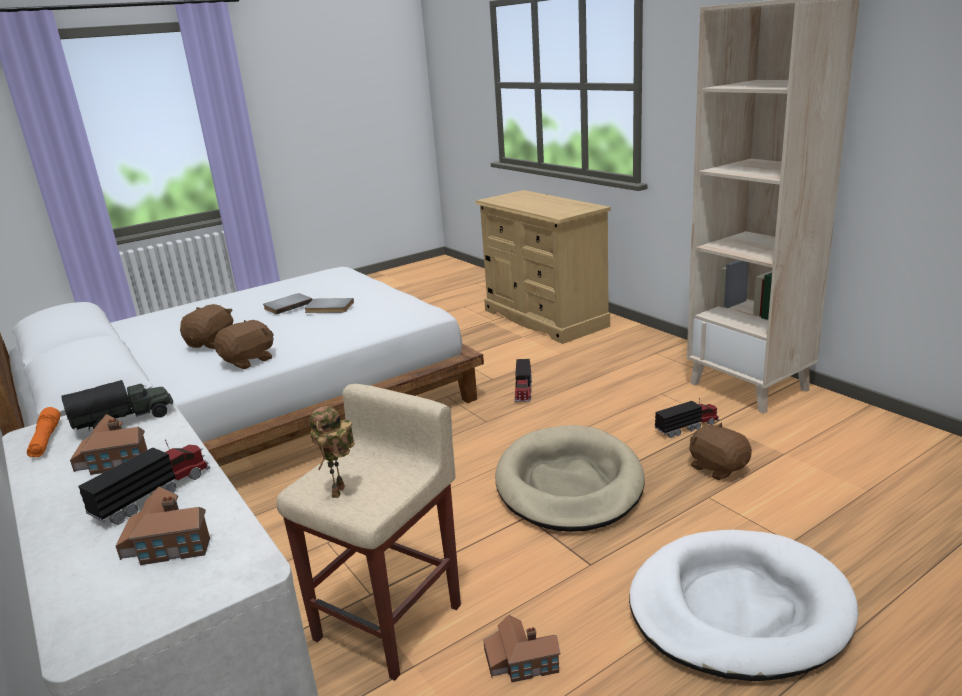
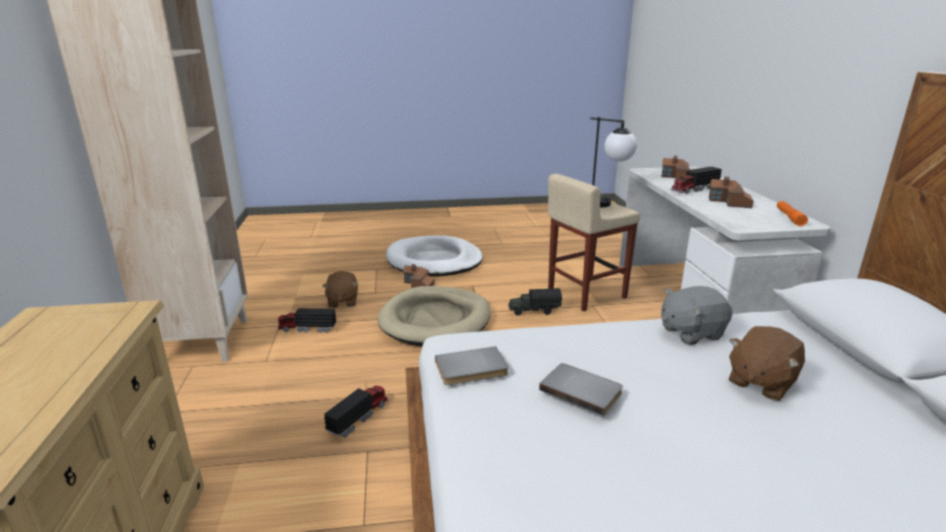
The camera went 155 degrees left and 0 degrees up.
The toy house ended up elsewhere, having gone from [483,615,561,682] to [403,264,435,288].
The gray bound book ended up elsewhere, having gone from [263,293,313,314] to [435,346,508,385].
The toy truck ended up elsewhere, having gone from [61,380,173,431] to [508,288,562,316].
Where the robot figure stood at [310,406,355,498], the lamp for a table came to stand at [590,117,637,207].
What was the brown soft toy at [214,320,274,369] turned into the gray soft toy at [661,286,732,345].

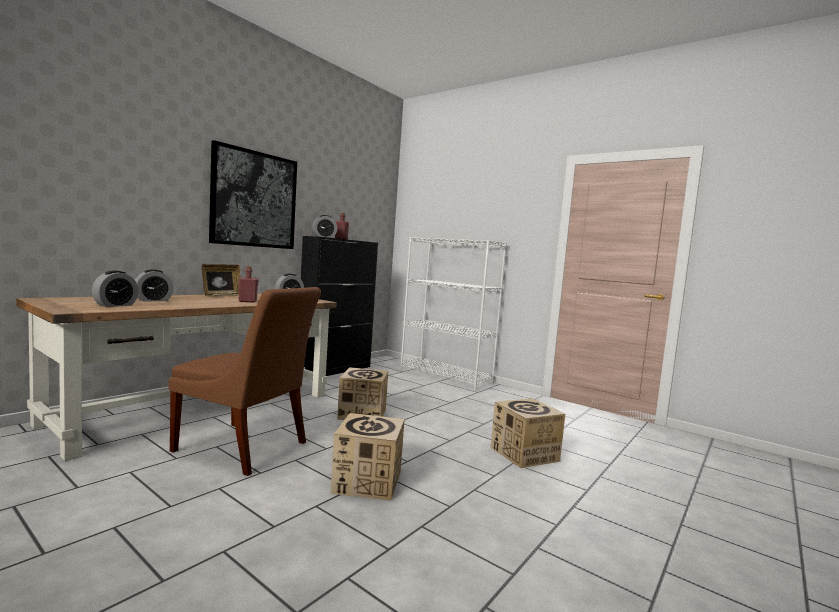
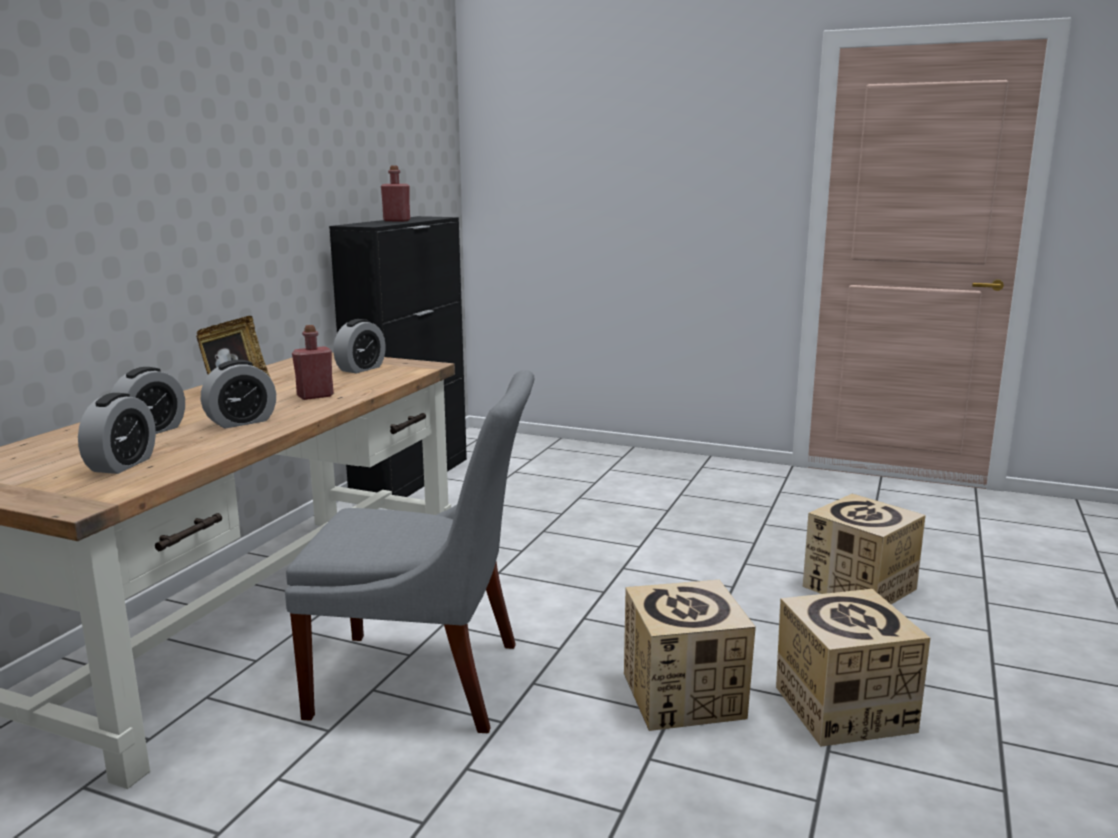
The camera went 15 degrees left and 10 degrees up.
The alarm clock ended up elsewhere, having gone from [312,215,337,238] to [201,360,276,429].
What was the brown chair at [169,287,321,476] turned into the gray chair at [285,370,535,733].
The cardboard box ended up elsewhere, having gone from [337,367,388,420] to [776,589,930,747].
The second view lost the wall picture at [209,140,297,249].
The second view lost the white-coloured bookcase at [400,237,507,390].

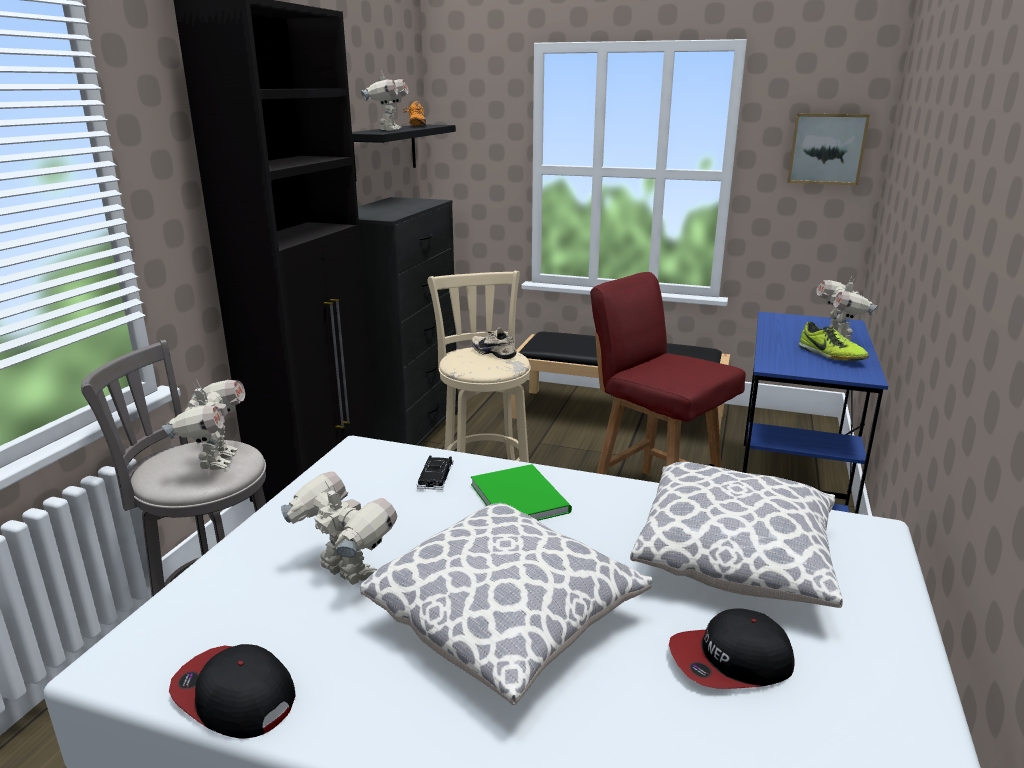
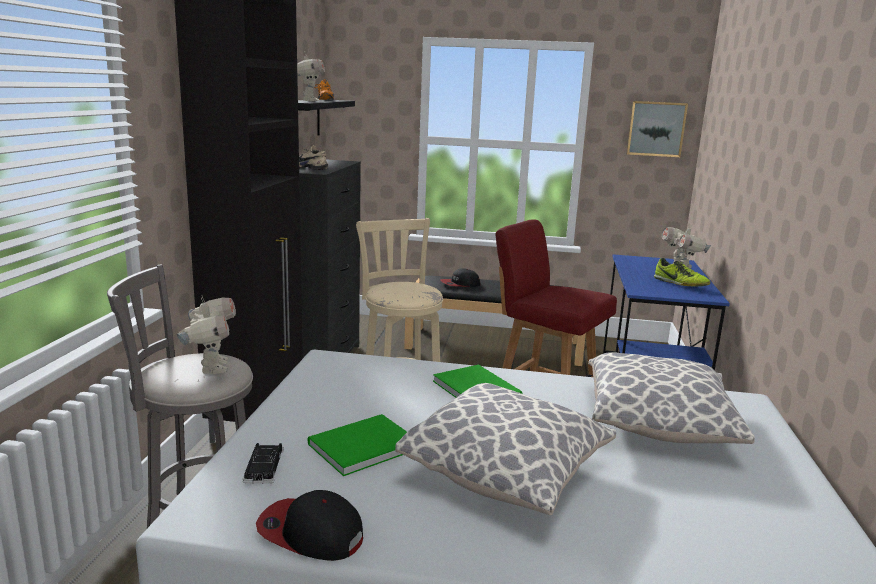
The camera went 10 degrees left and 5 degrees down.
The blackish miniature car ended up elsewhere, having gone from [417,455,453,490] to [243,443,284,484].
The beige item of footwear ended up elsewhere, having gone from [471,328,517,359] to [299,145,328,170].
Where the robot figure stood at [281,471,397,585], the green-coloured bound book came to stand at [308,414,407,476].
The peaked cap ended up elsewhere, having gone from [669,608,795,689] to [440,268,481,287].

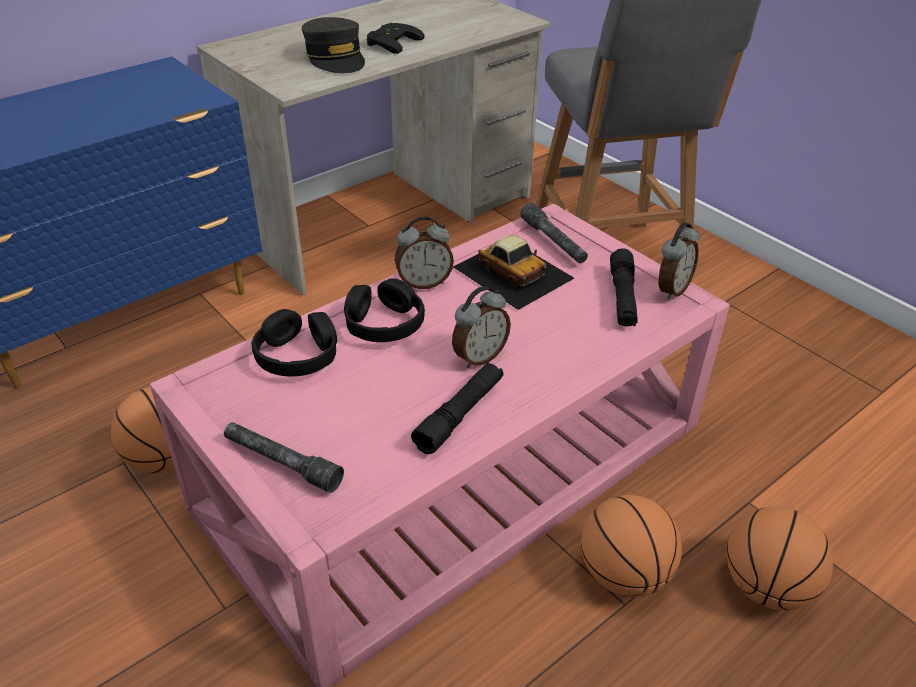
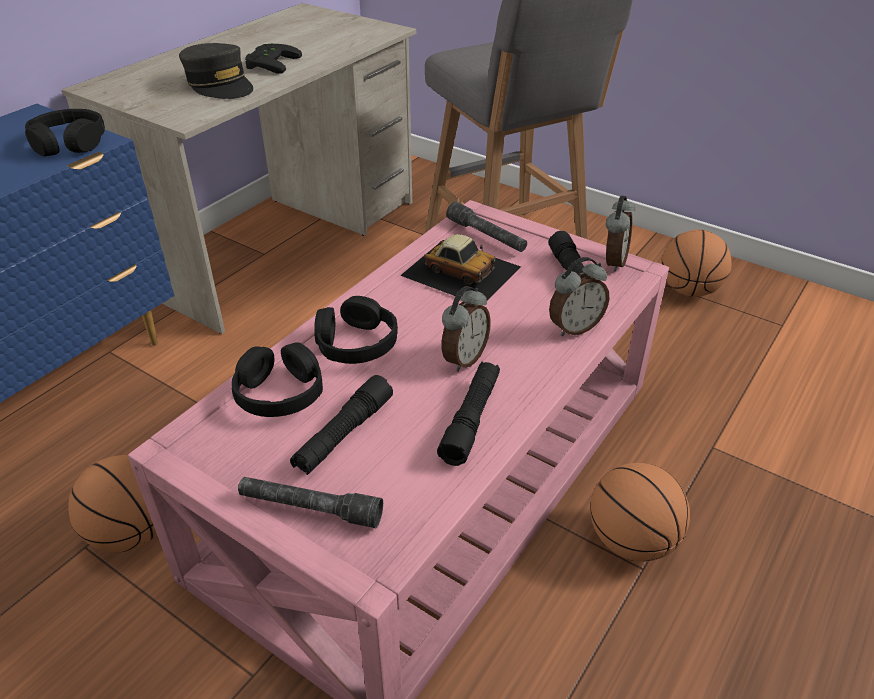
The camera went 15 degrees left and 0 degrees up.
The second view gained the blackish headset at [25,109,105,156].
The second view gained the blackish flashlight at [290,375,393,475].
The alarm clock ended up elsewhere, having gone from [395,217,454,289] to [549,257,609,336].
The ball for basketball ended up elsewhere, having gone from [727,507,833,610] to [662,230,732,297].

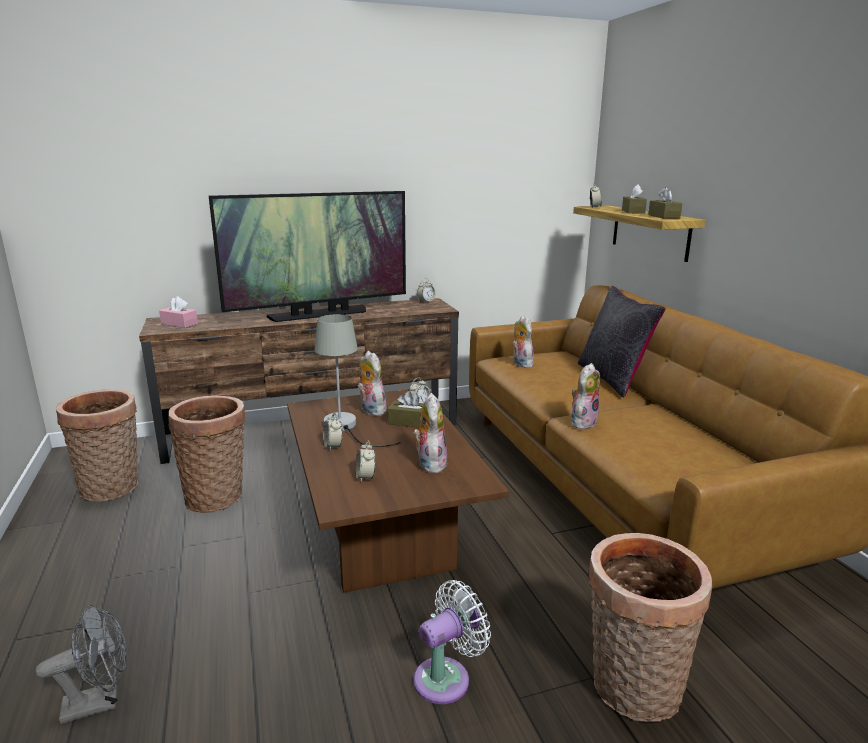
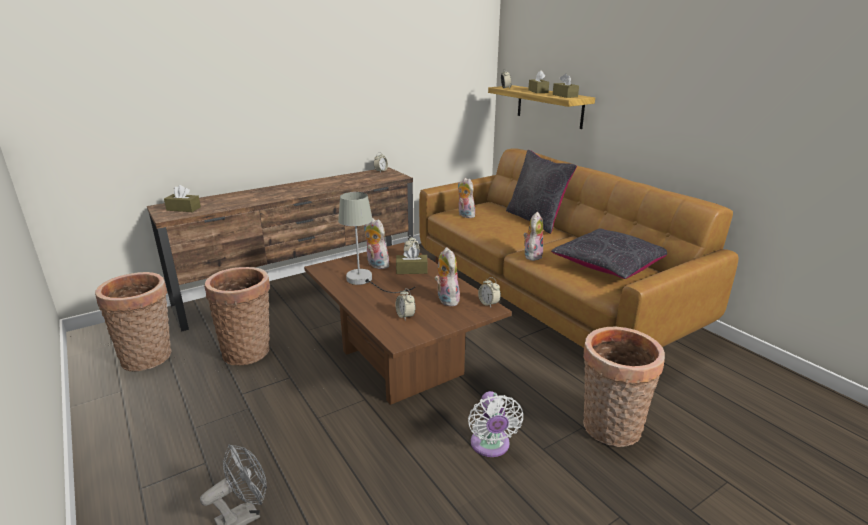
The camera went 15 degrees left and 5 degrees up.
What was the pink-coloured tissue holder at [159,296,198,328] turned into the brown tissue holder at [164,185,201,212].
The white-coloured electric fan at [414,580,491,704] ended up facing another way, 135 degrees clockwise from before.
The alarm clock ended up elsewhere, having gone from [323,413,343,451] to [478,277,501,307].
The second view gained the blackish cushion at [551,228,667,279].
The second view lost the TV at [209,191,406,322].

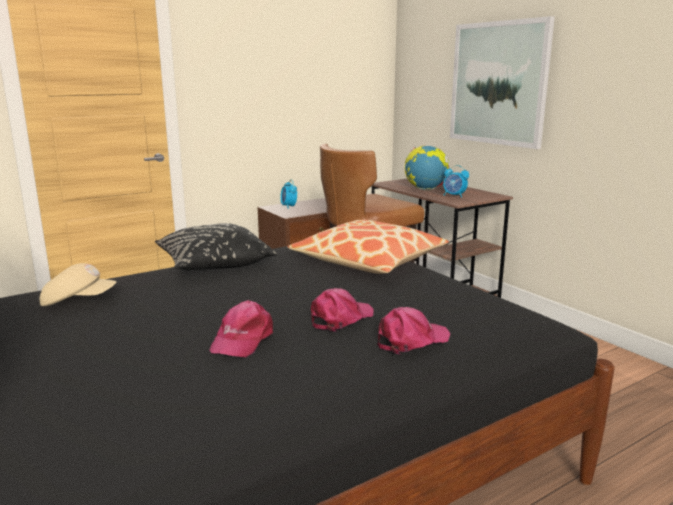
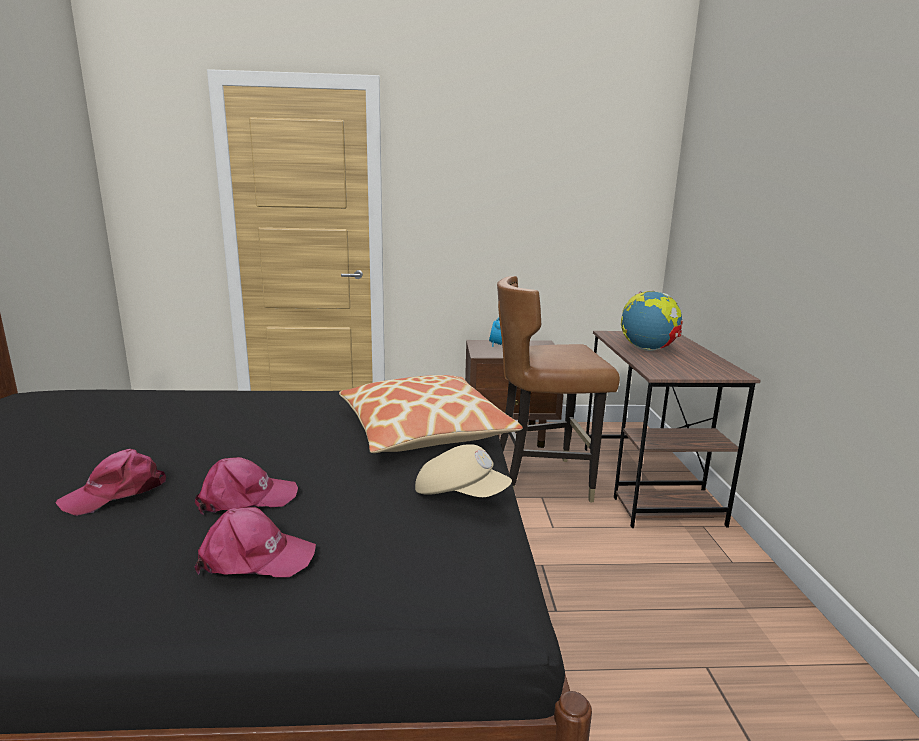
The camera went 30 degrees right and 0 degrees up.
The beige peaked cap ended up elsewhere, having gone from [40,263,116,306] to [415,444,512,497].
The second view lost the blackish cushion at [155,223,277,271].
The second view lost the alarm clock at [443,165,469,198].
The second view lost the wall picture at [450,16,555,149].

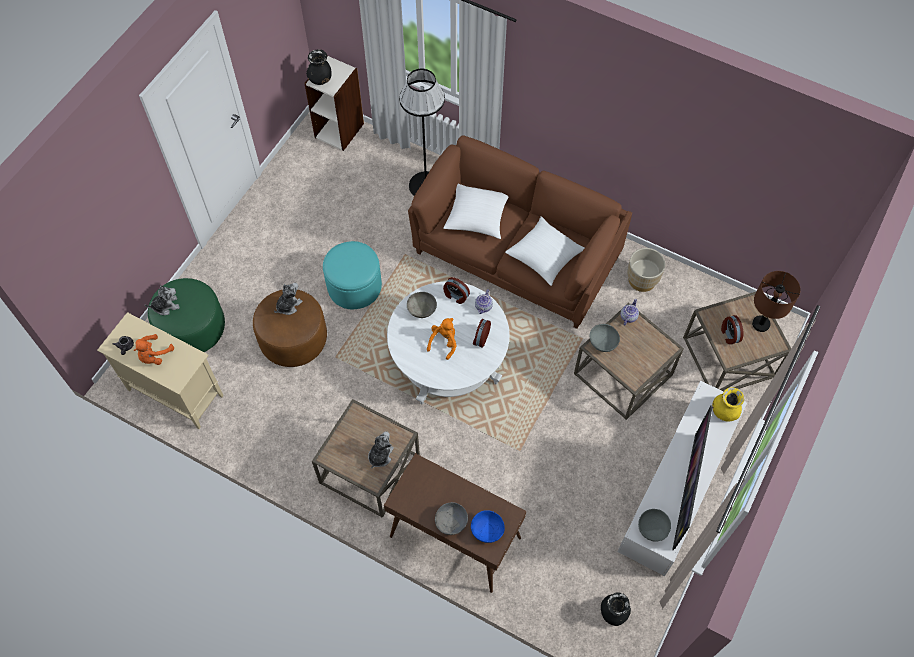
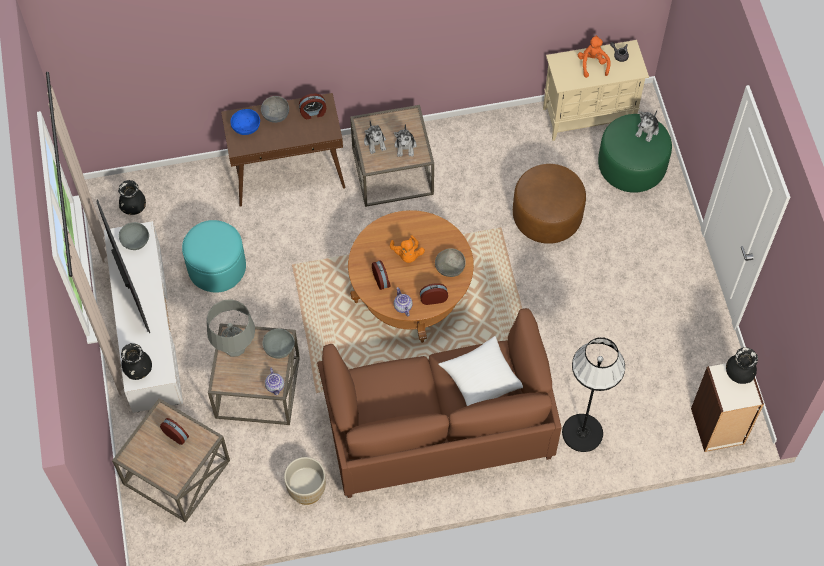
The camera went 140 degrees right and 0 degrees up.
What was the yellow-coloured decorative vase at [712,387,744,422] turned into the blackish decorative vase at [121,343,152,380].
The blue-green ottoman ended up elsewhere, having gone from [323,241,382,309] to [182,220,246,292].
The second view gained the gray lamp for a table at [207,300,255,357].
The second view gained the alarm clock at [299,93,326,119].
What was the white-coloured lounge table at [387,281,510,405] turned into the brown lounge table at [348,210,474,343].
The soft toy ended up elsewhere, having gone from [274,283,303,315] to [394,124,417,157].
The second view lost the white-coloured cushion at [505,216,585,286].
The second view lost the brown lamp for a table at [752,271,801,332].

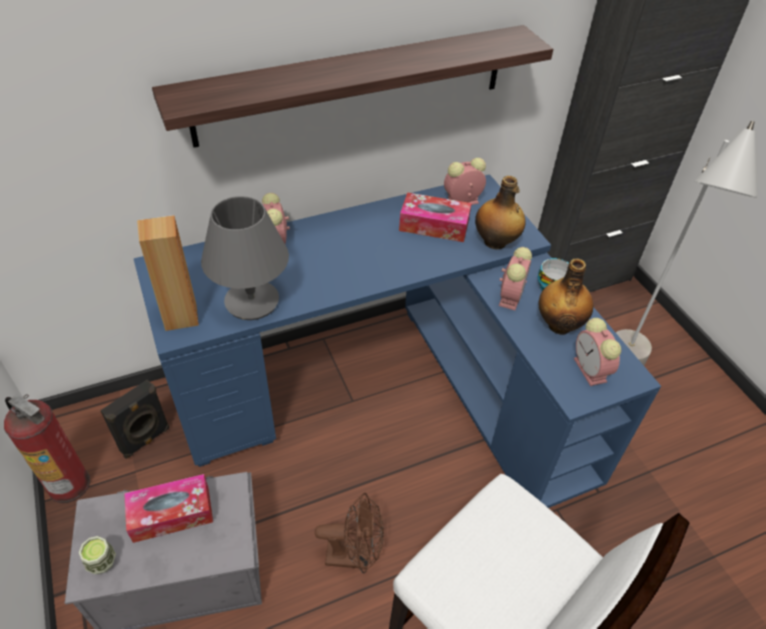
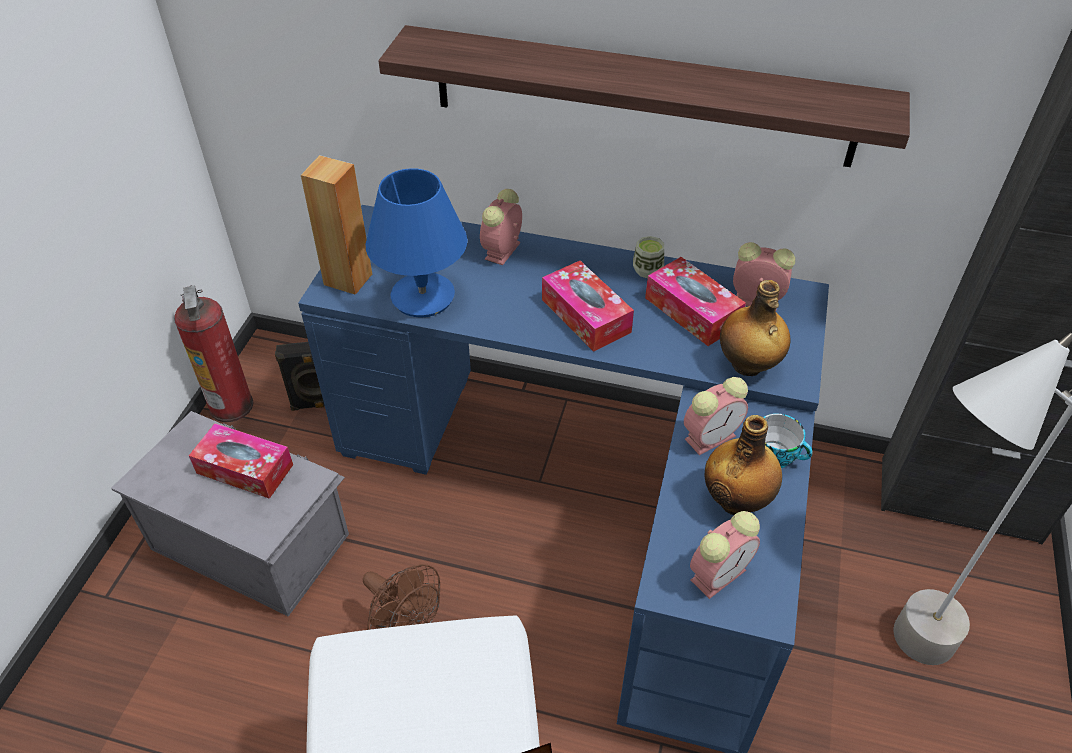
The camera went 40 degrees right and 0 degrees up.
What was the gray lamp for a table at [201,196,289,320] turned into the blue-coloured lamp for a table at [365,168,467,317].
The second view gained the tissue holder at [542,261,634,352].
The cup ended up elsewhere, having gone from [79,536,116,574] to [633,236,664,278].
The alarm clock at [574,318,622,386] ended up facing another way, 150 degrees counterclockwise from before.

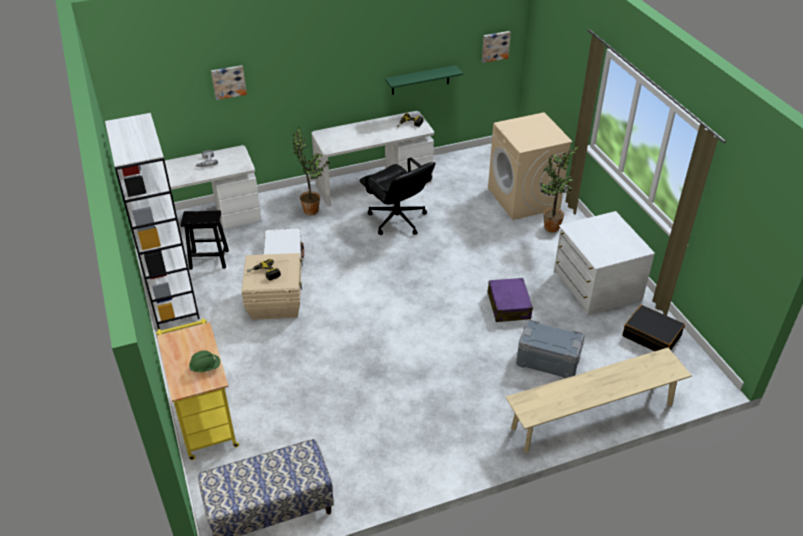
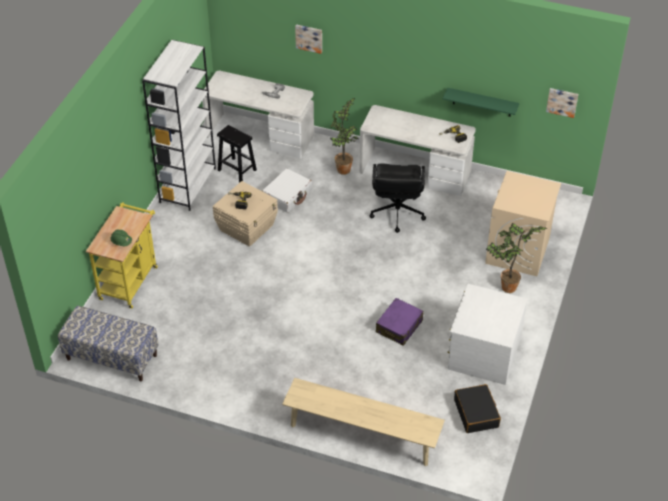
The camera went 40 degrees right and 5 degrees up.
The second view lost the gray storage bin at [516,319,585,378].

